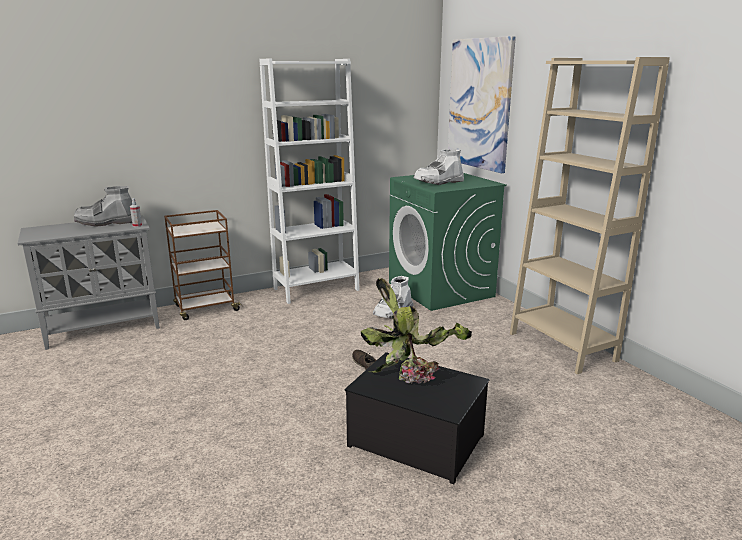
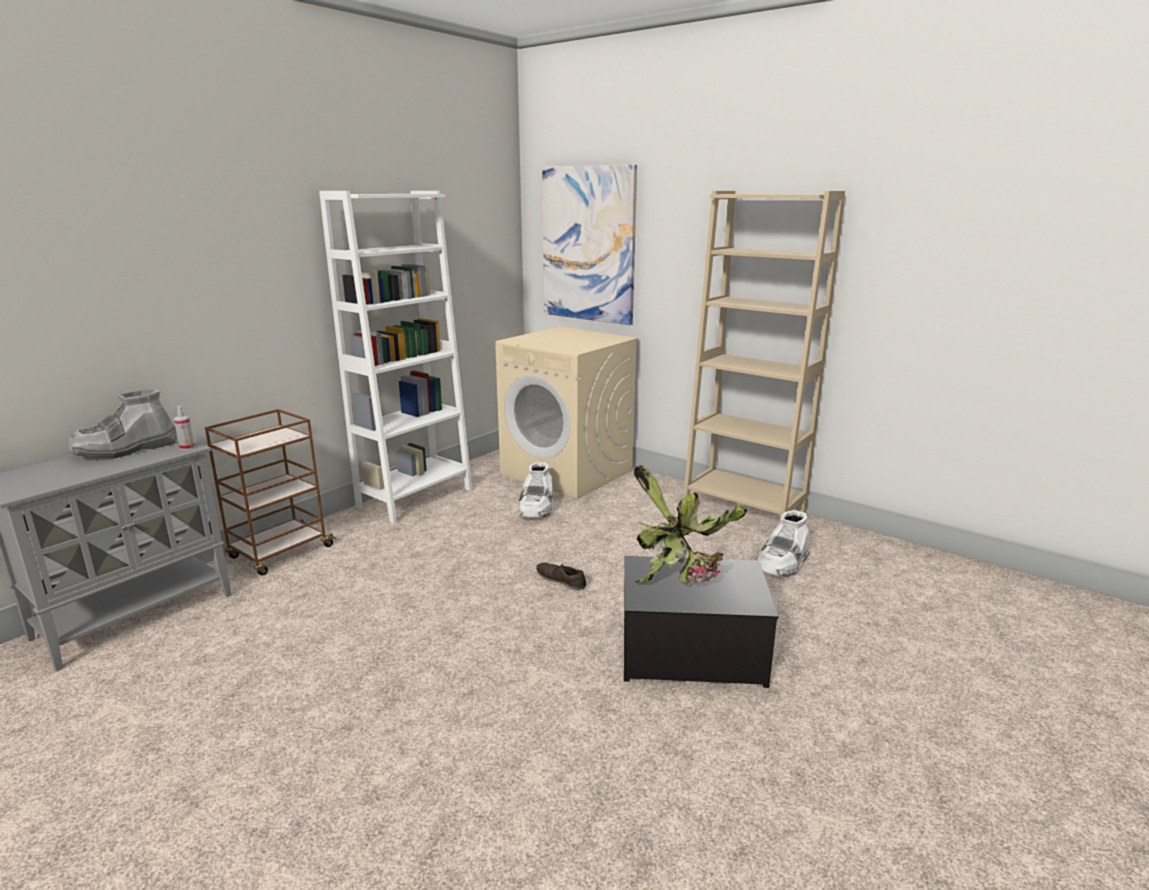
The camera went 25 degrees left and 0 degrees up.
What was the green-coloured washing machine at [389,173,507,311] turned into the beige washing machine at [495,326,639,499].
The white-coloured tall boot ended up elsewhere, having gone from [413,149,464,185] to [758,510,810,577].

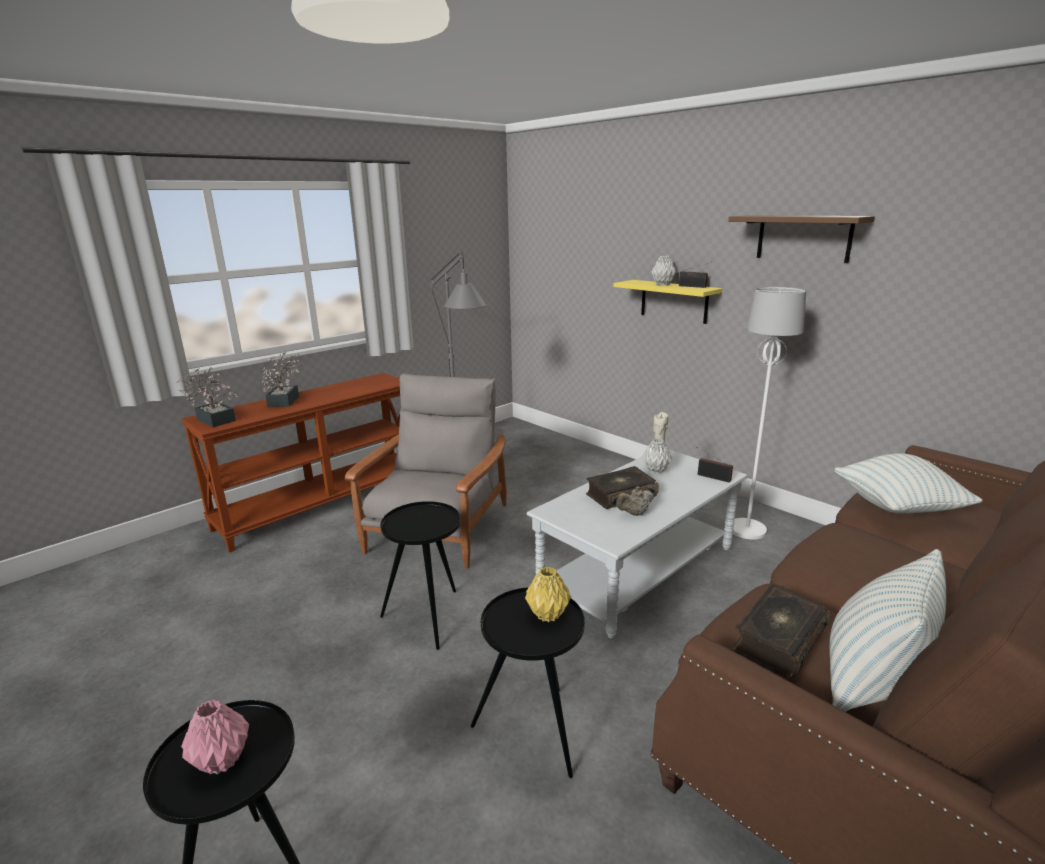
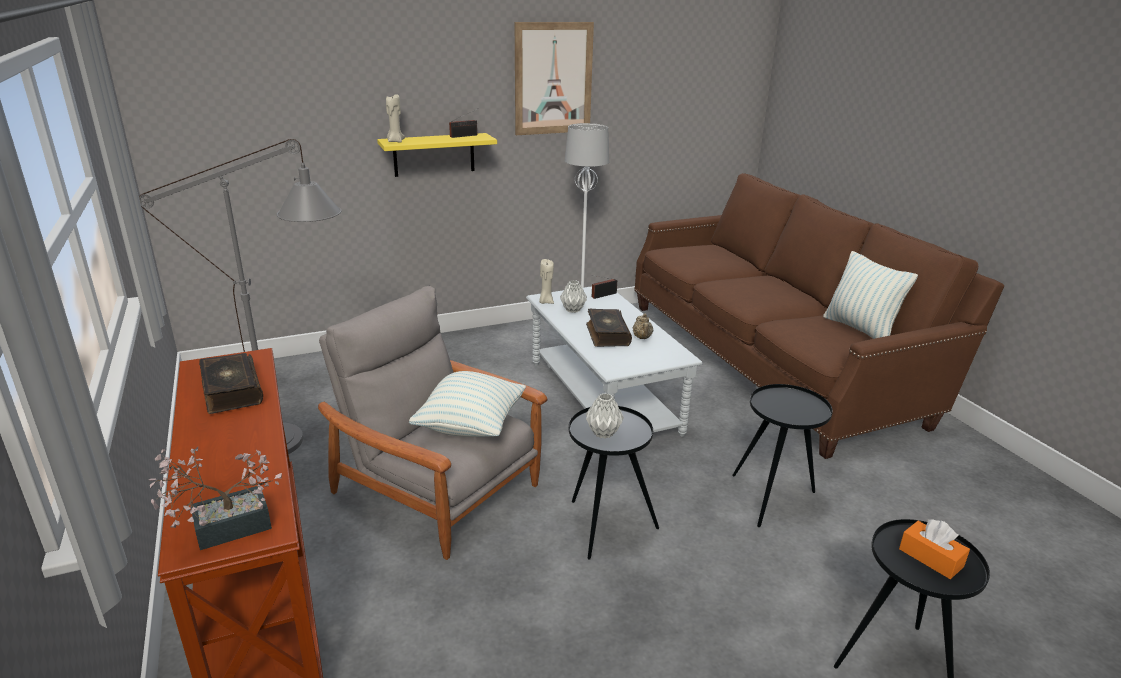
The camera went 70 degrees left and 5 degrees up.
The bound book ended up elsewhere, having gone from [732,584,831,679] to [199,353,263,414].
The second view gained the beige candle at [386,94,405,143].
The cushion ended up elsewhere, having gone from [834,453,983,514] to [409,371,526,437].
Where the brown bracket shelf hung at [728,215,875,263], the wall picture came to hang at [515,22,594,135].
The gray decorative vase ended up elsewhere, having gone from [651,256,676,285] to [586,393,624,439].
Where the pink-coloured decorative vase stood at [181,700,249,775], the orangey tissue holder came to stand at [899,519,970,579].
The second view lost the plant in a pot at [262,352,302,407].
The second view lost the yellow-coloured decorative vase at [525,567,571,622].

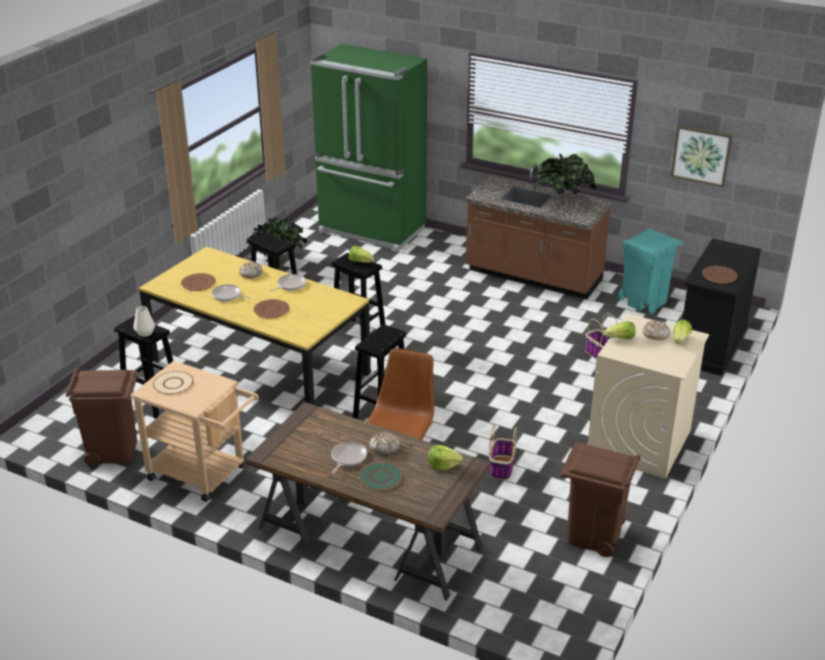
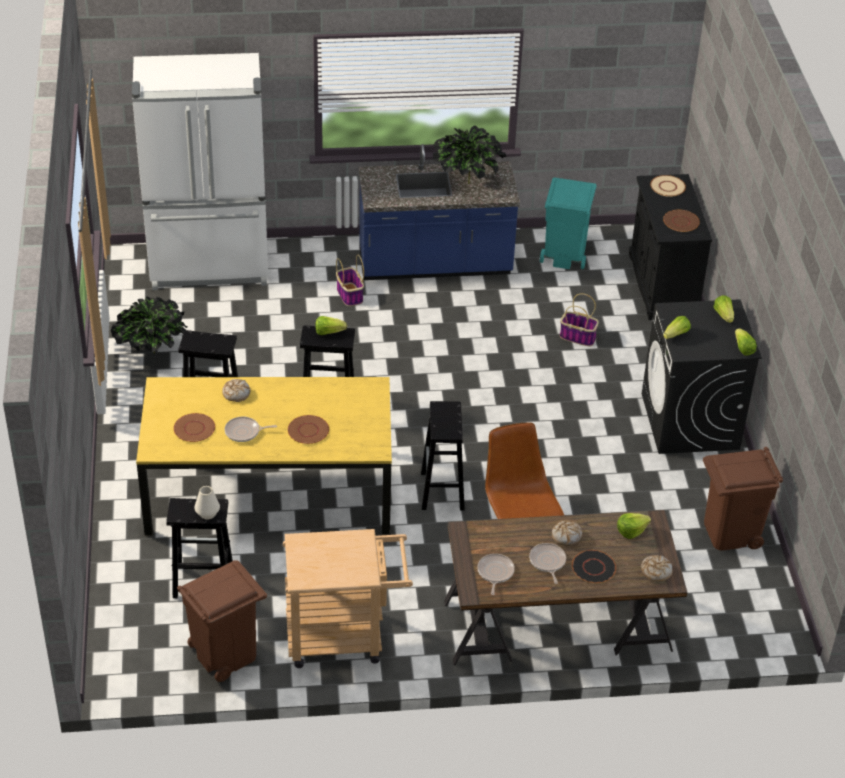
The camera went 35 degrees left and 10 degrees up.
What was the green-coloured fridge at [310,44,427,252] turned into the white-coloured fridge at [132,53,268,290].
The storage basket ended up elsewhere, having gone from [489,424,517,480] to [336,255,364,306].
What was the brown counter at [465,164,612,299] turned into the blue-coloured counter at [359,144,520,280].
The skillet ended up elsewhere, having gone from [270,274,306,292] to [477,554,515,595].
What was the green-coloured flat dish at [359,462,403,490] turned into the blackish flat dish at [572,550,616,583].
What was the beige washing machine at [588,314,709,479] turned into the blackish washing machine at [641,299,762,454].
The bread ended up elsewhere, having gone from [643,321,670,340] to [641,555,672,581].
The beige flat dish ended up elsewhere, having gone from [153,371,194,395] to [650,175,686,197].
The second view gained the lettuce head at [735,328,757,356].
The second view lost the wall picture at [671,125,732,187].

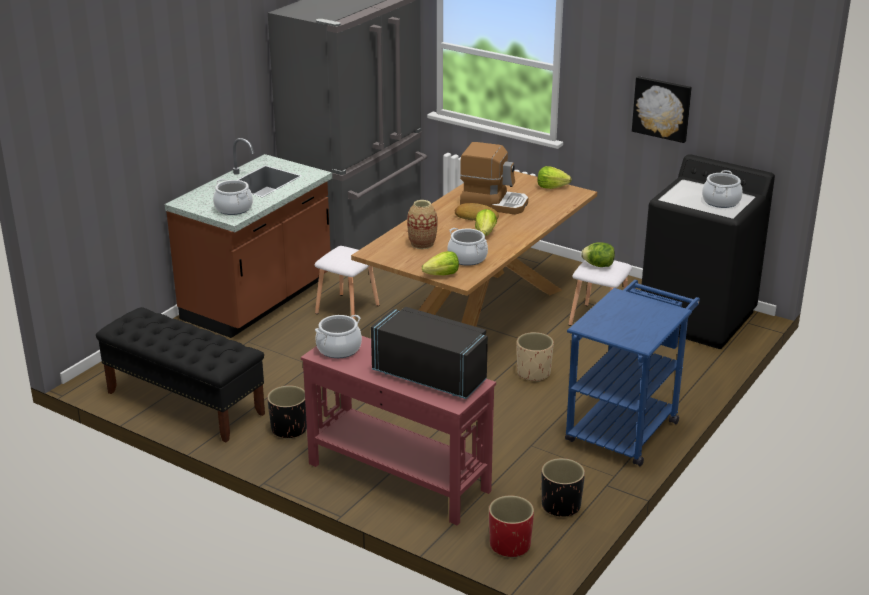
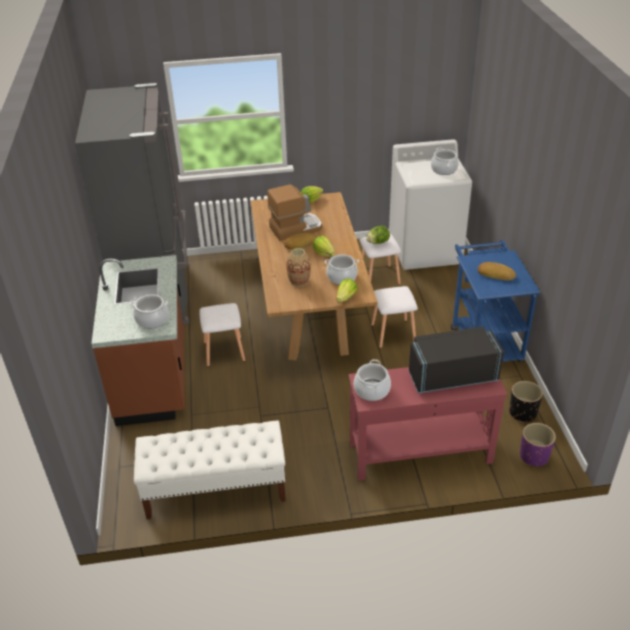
The camera went 40 degrees left and 10 degrees up.
What was the blackish bench at [96,307,265,442] turned into the white-coloured bench at [134,421,286,520].
Where the beige planter stood at [517,332,554,382], the white-coloured stool seat came to stand at [371,286,418,348].
What was the blackish washing machine at [641,154,775,349] turned into the white-coloured washing machine at [389,139,472,270].
The second view gained the bread at [478,262,516,281].
What was the reddish planter at [489,495,534,558] turned into the purplish planter at [520,423,556,466].
The second view lost the blackish planter at [267,385,307,440].
The second view lost the wall picture at [632,76,692,143].

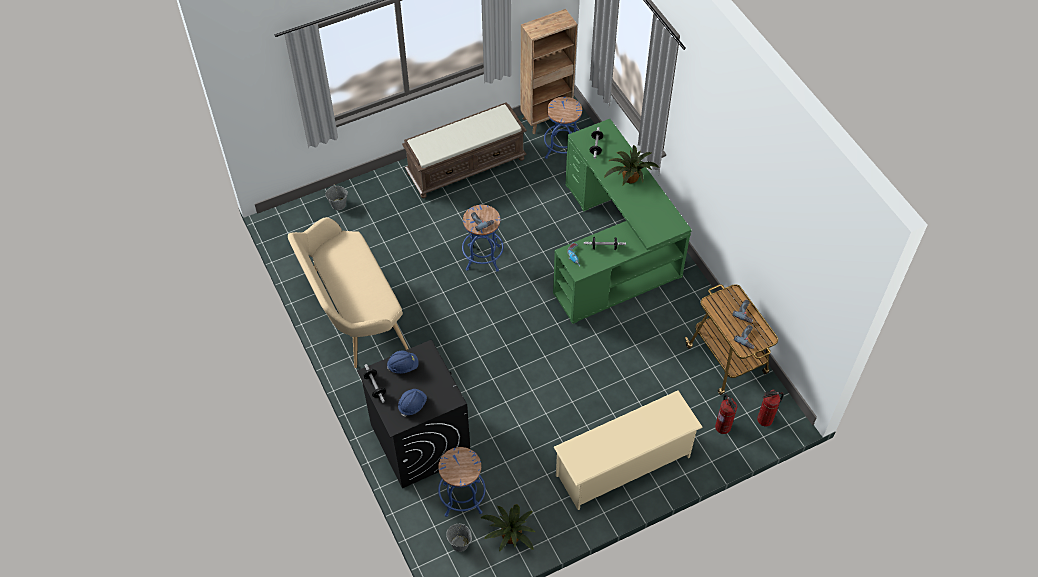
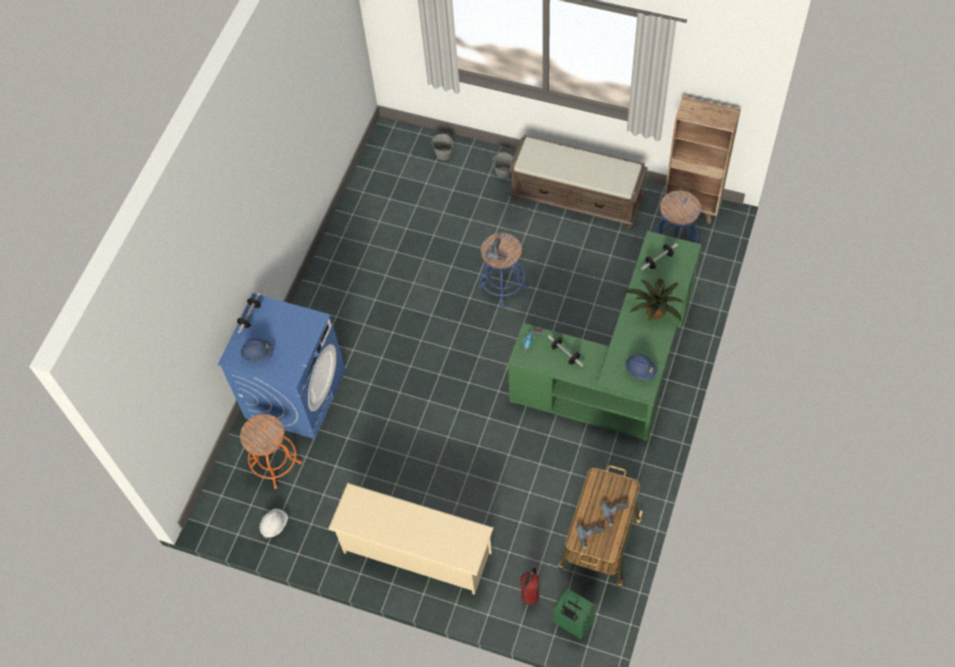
The camera went 50 degrees right and 5 degrees up.
What was the blackish washing machine at [357,340,470,488] turned into the blue-coloured washing machine at [218,293,346,439].
What was the blue-coloured stool seat at [438,447,486,517] turned into the orangey stool seat at [240,414,302,489].
Where the plant in a pot stood at [481,504,535,552], the white-coloured work helmet came to stand at [260,509,288,539].
The gray bucket ended up elsewhere, having gone from [446,524,472,552] to [492,152,513,179].
Where the fire extinguisher stood at [757,389,784,427], the green-coloured piece of luggage came to stand at [553,588,595,639].
The blue-coloured work helmet ended up elsewhere, having gone from [387,350,419,374] to [625,354,657,381].
The second view lost the beige bench at [288,217,409,368].

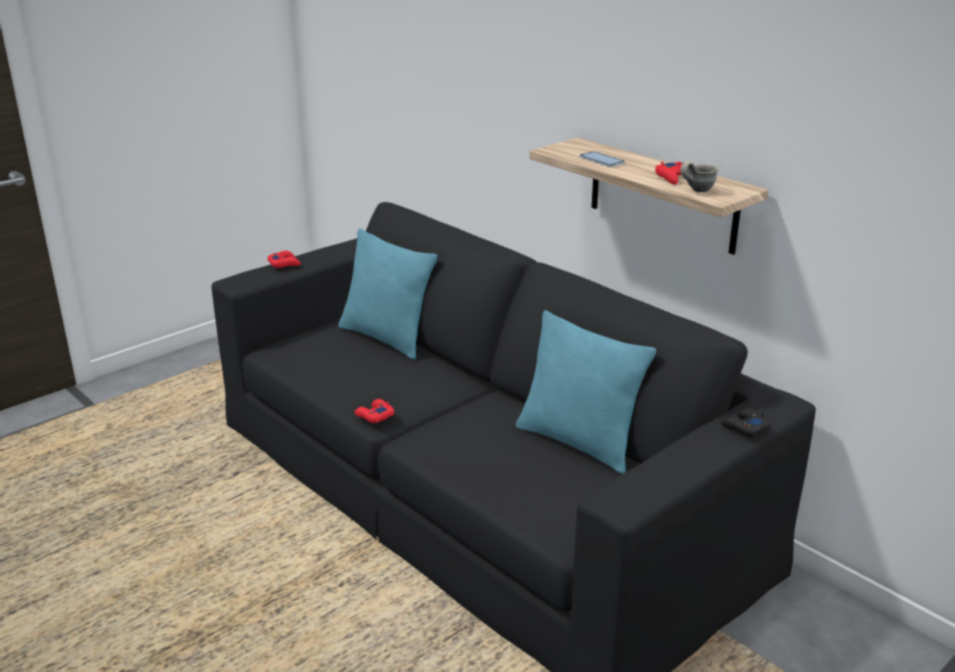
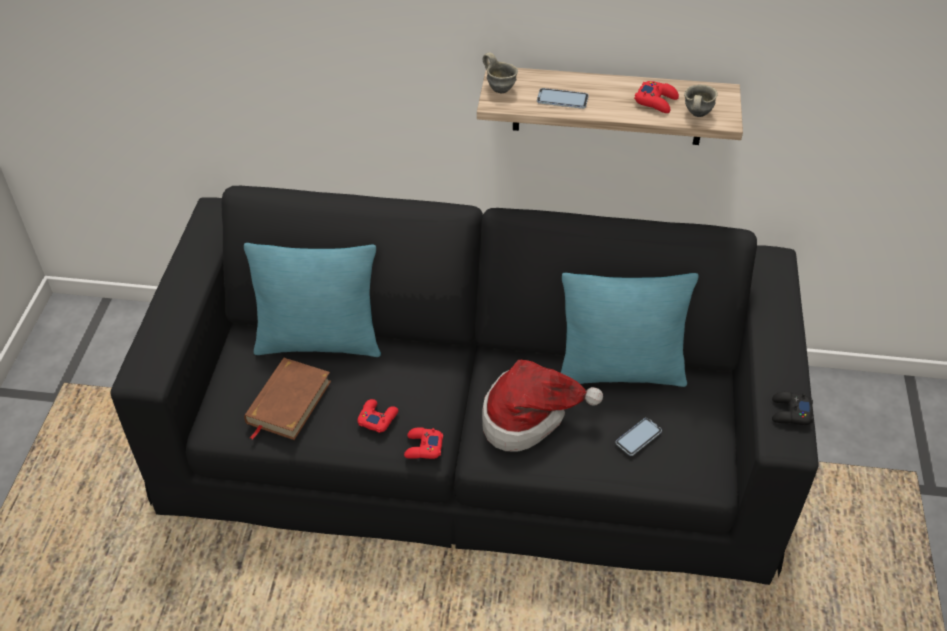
The camera went 40 degrees left and 20 degrees up.
The second view gained the brown bound book at [244,358,331,440].
The reddish gamepad ended up elsewhere, having gone from [267,251,301,268] to [357,399,399,433].
The second view gained the gray coffee mug at [482,52,518,93].
The second view gained the clothing hat at [482,360,603,452].
The second view gained the phone at [616,418,662,456].
The blackish gamepad ended up elsewhere, having gone from [721,408,771,437] to [772,391,813,425].

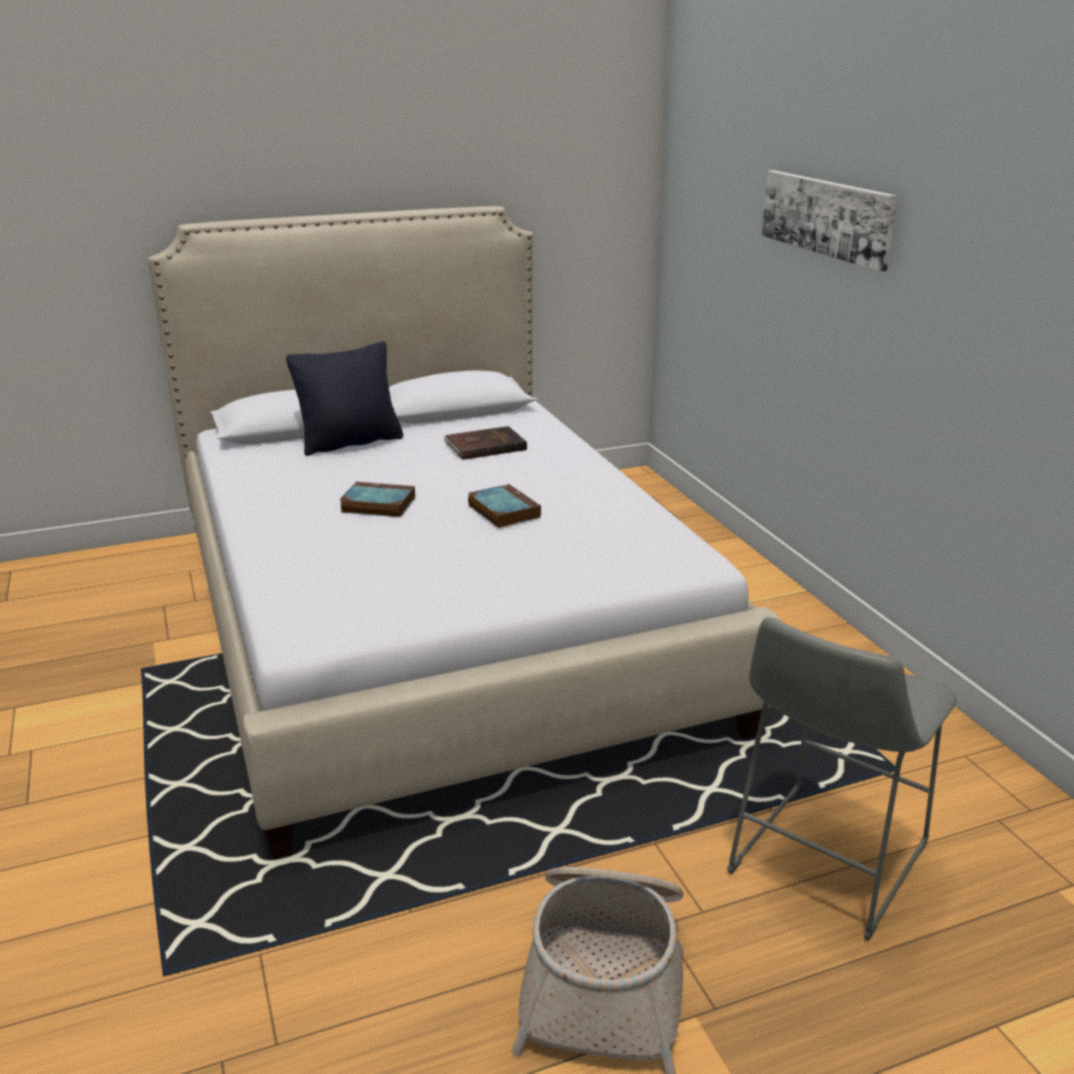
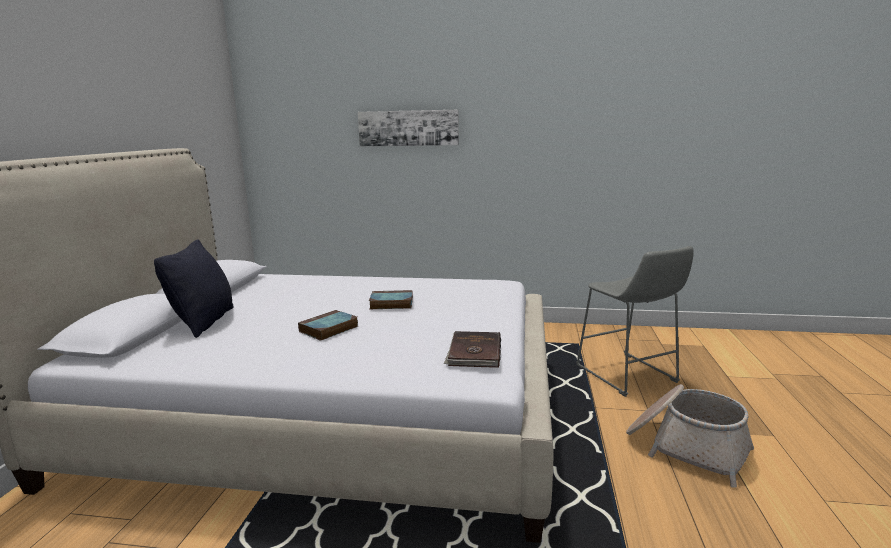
The camera went 60 degrees left and 10 degrees down.
The brown bound book ended up elsewhere, having gone from [443,426,527,460] to [444,331,501,368].

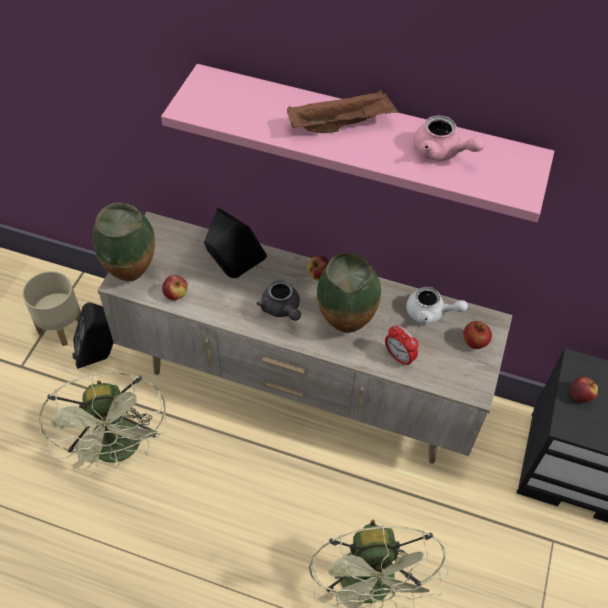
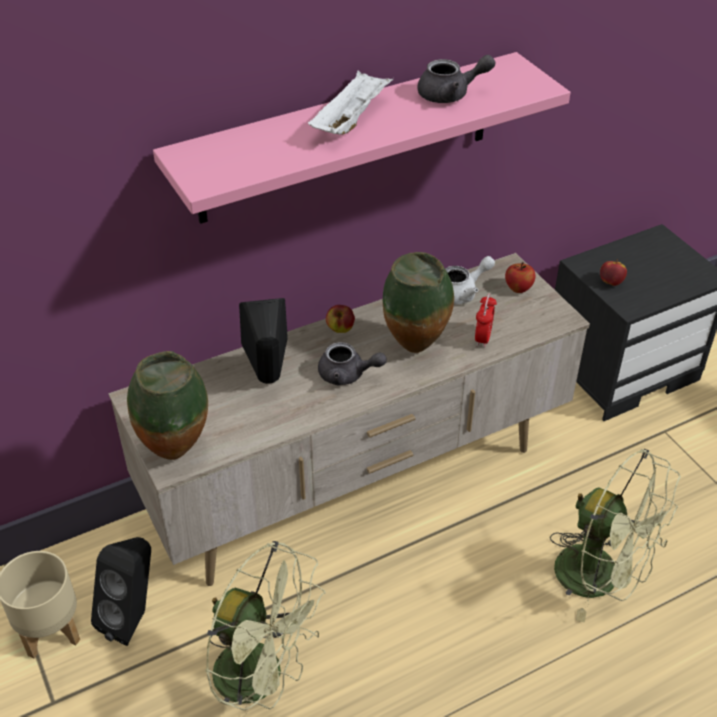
The camera went 45 degrees left and 10 degrees down.
What was the brown serving tray at [287,89,398,133] turned into the white-coloured serving tray at [308,70,393,135].
What was the pink-coloured tea pot at [413,115,485,161] turned into the gray tea pot at [418,55,495,103].
The alarm clock at [385,325,418,367] ended up facing another way, 75 degrees counterclockwise from before.
The second view lost the apple fruit at [162,275,188,300].

